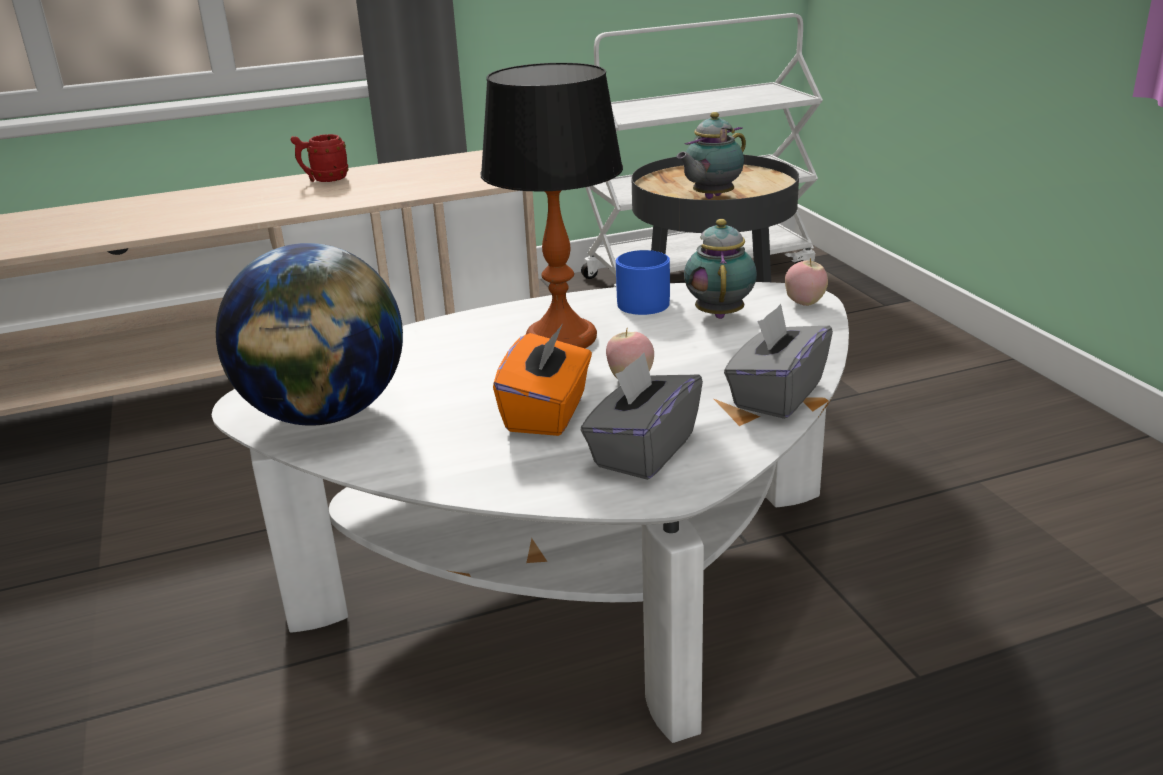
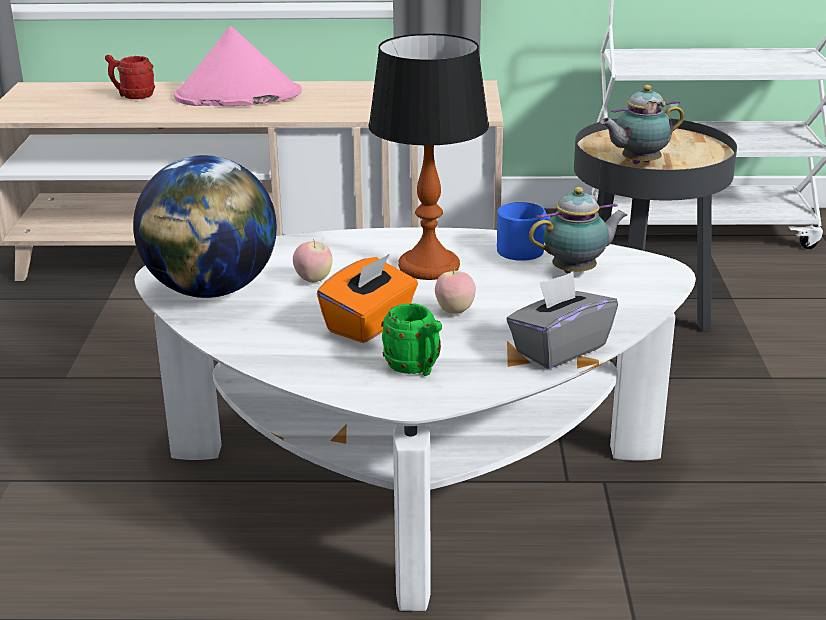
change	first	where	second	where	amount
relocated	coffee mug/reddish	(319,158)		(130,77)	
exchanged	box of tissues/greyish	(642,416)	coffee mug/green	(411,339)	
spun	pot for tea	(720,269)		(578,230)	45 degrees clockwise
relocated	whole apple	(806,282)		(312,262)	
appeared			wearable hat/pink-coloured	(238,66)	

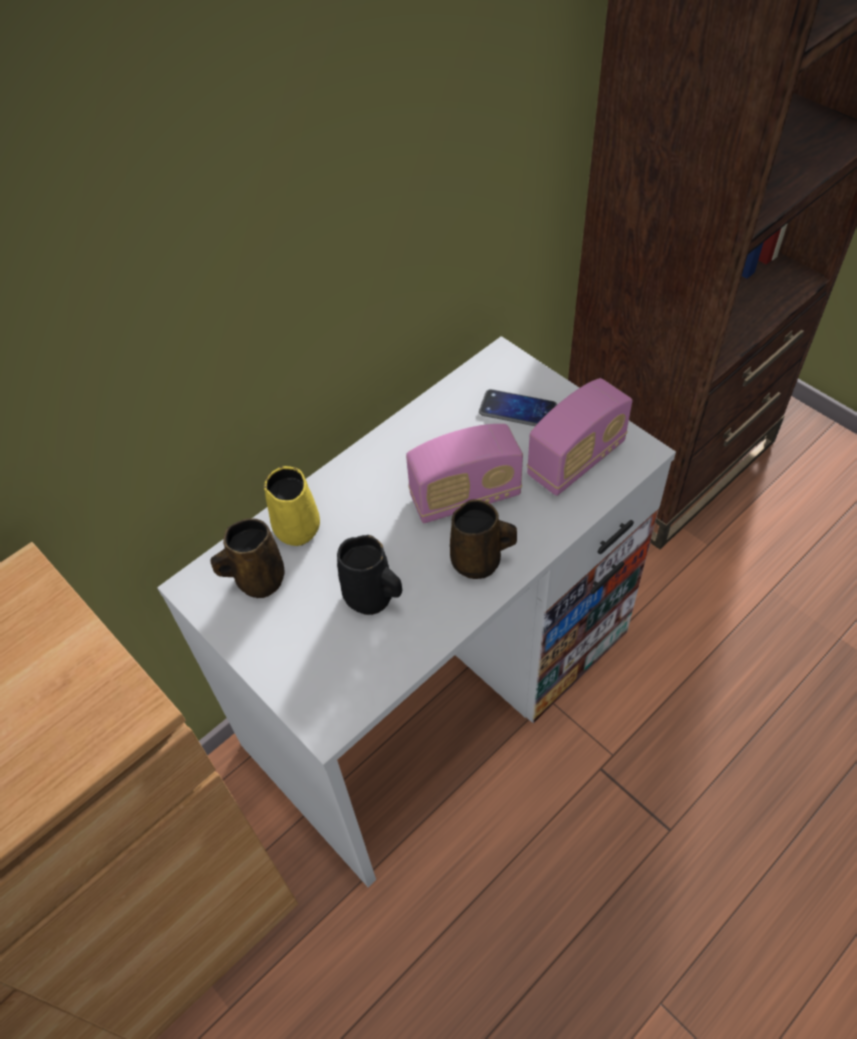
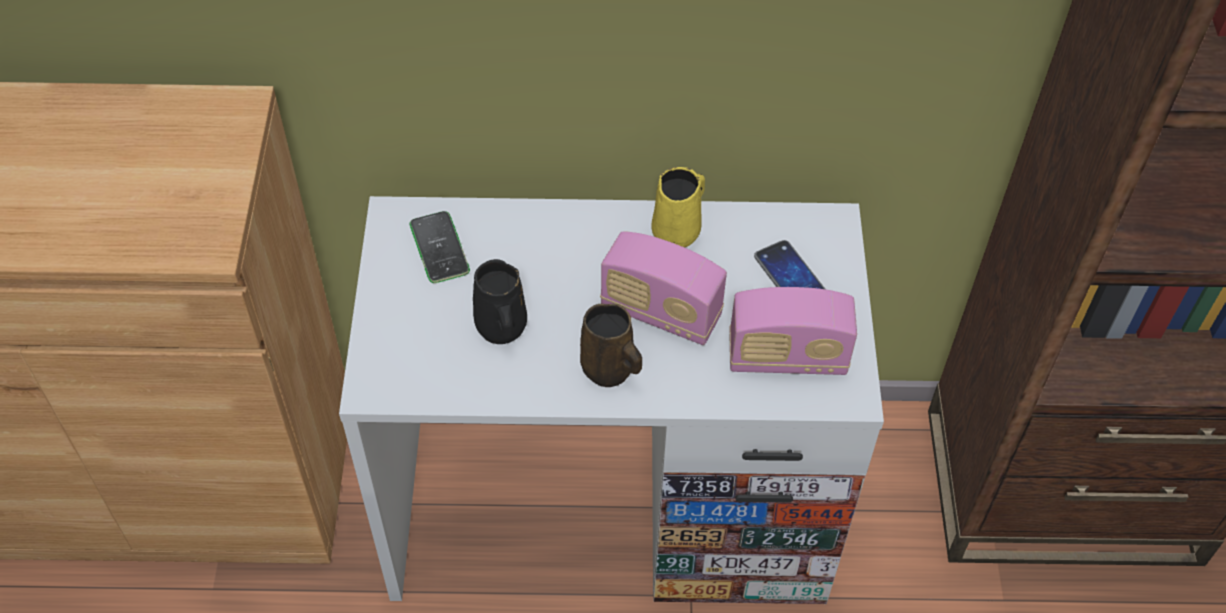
change	first	where	second	where	amount
exchanged	coffee mug/brown	(247,558)	handset	(439,247)	
relocated	coffee mug/yellowish	(292,506)		(678,207)	

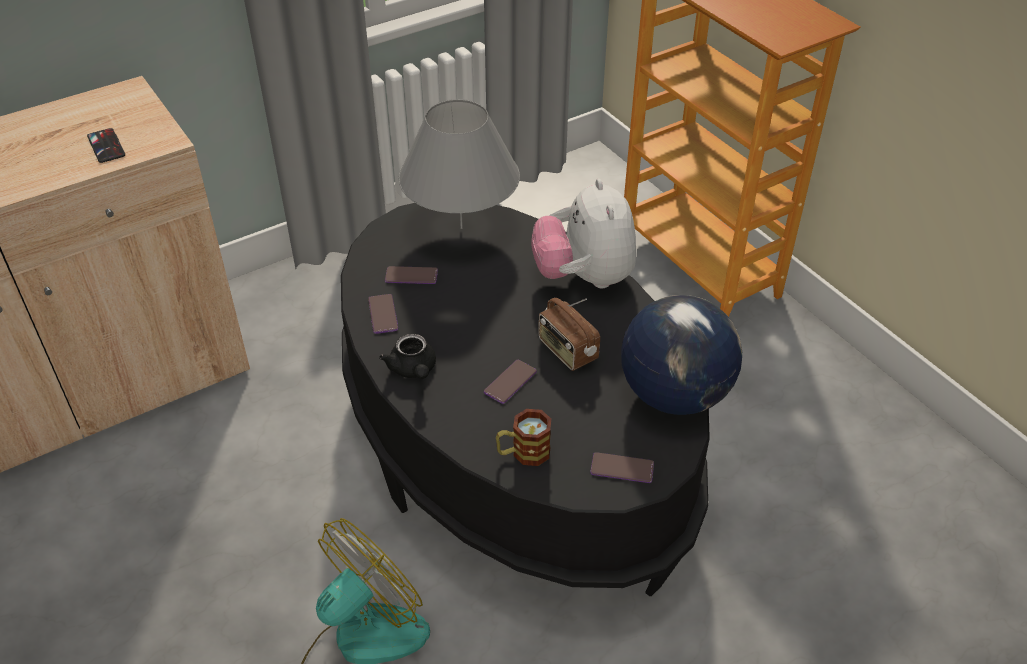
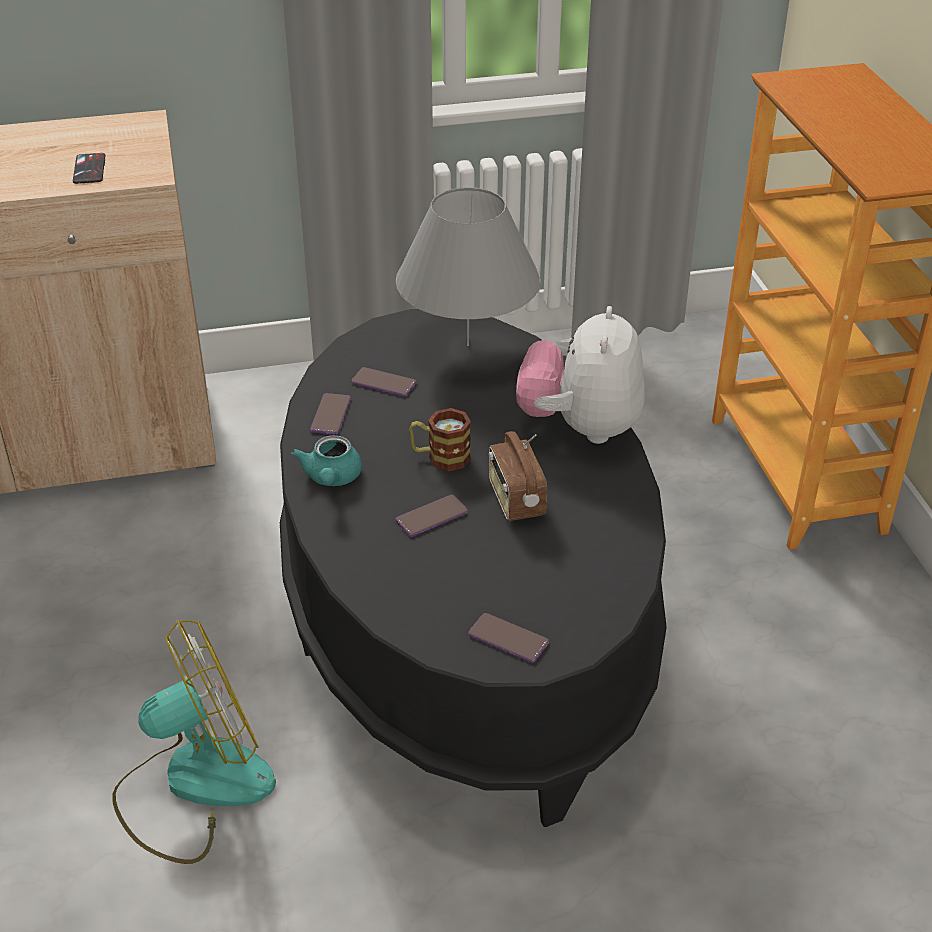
change	first	where	second	where	amount
colour	pot for tea/black-coloured	(407,356)	pot for tea/turquoise-coloured	(327,460)	
relocated	coffee mug	(523,437)		(440,439)	
missing	world globe	(681,355)			

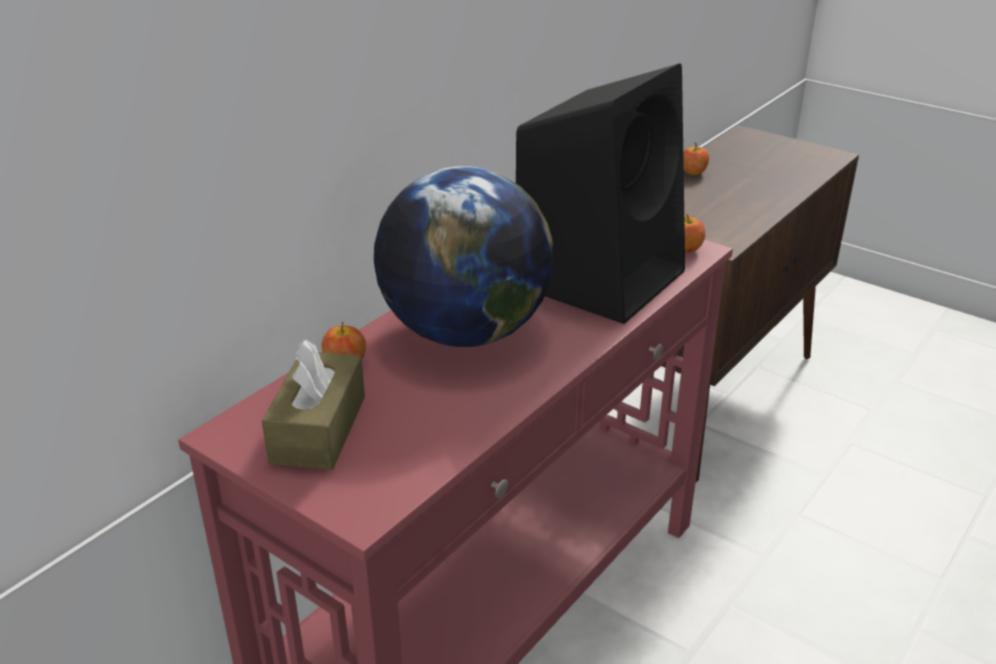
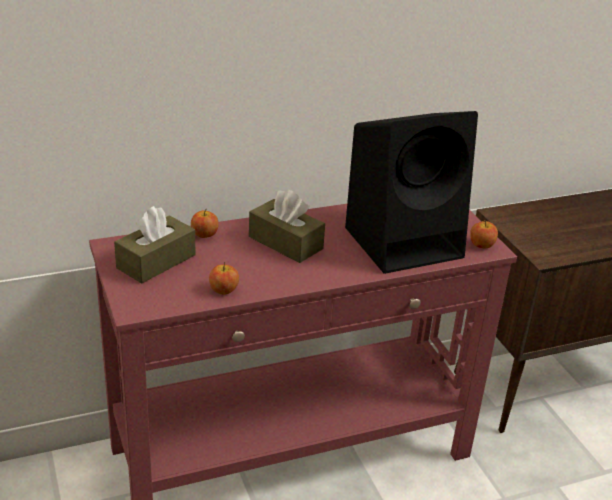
change	first	where	second	where	amount
exchanged	world globe	(464,256)	box of tissues/brown	(287,226)	
relocated	whole apple	(696,158)		(224,278)	

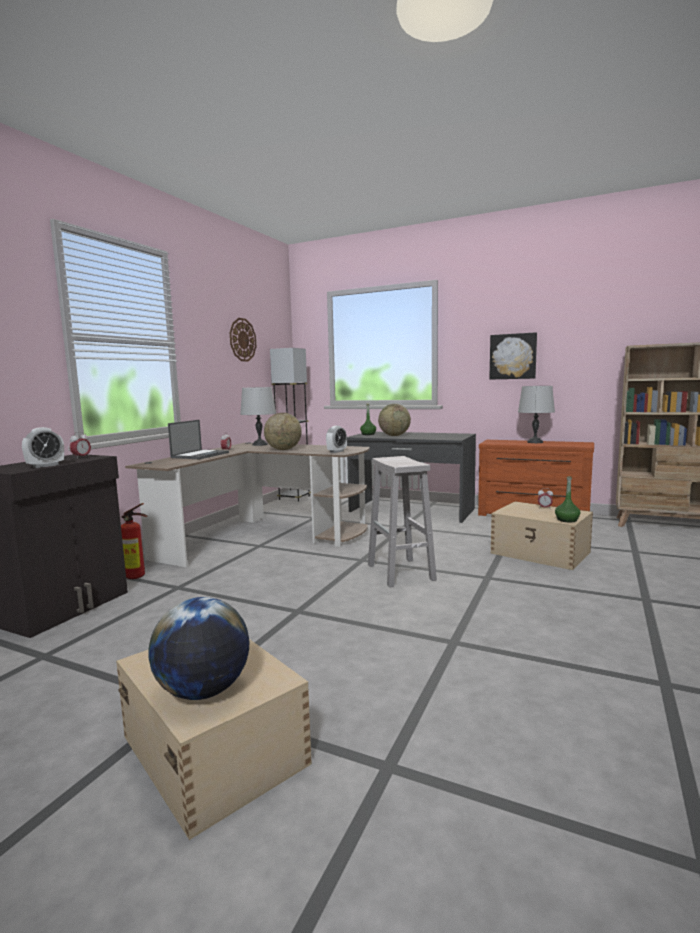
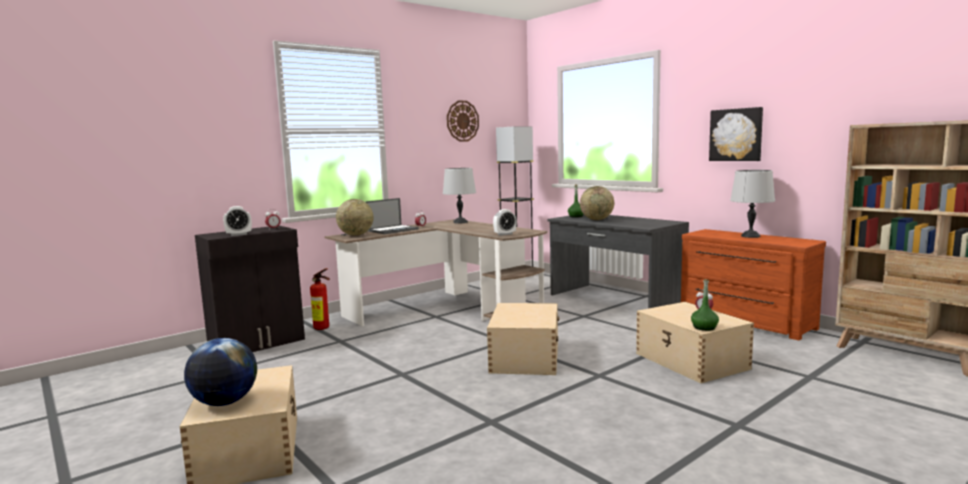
change	first	where	second	where	amount
relocated	world globe	(283,431)		(354,217)	
exchanged	sitting stool/white-coloured	(402,521)	storage container/sand-coloured	(523,339)	

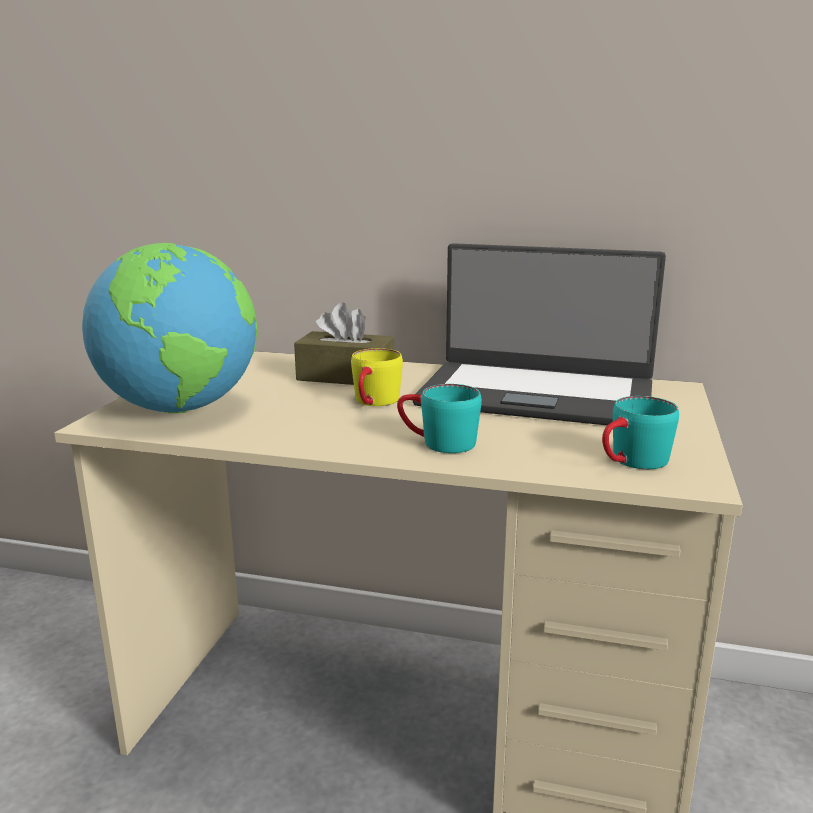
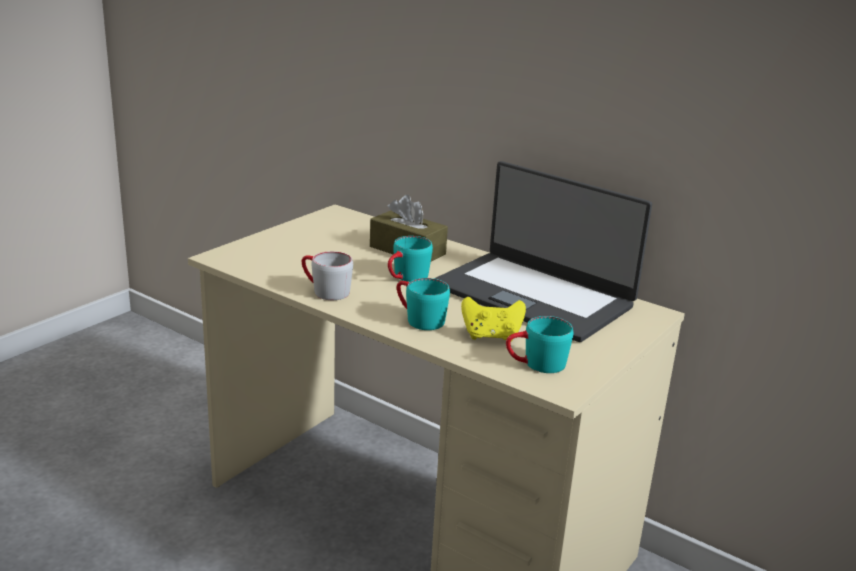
change	first	where	second	where	amount
missing	world globe	(169,328)			
colour	coffee mug/yellowish	(377,377)	coffee mug/turquoise-coloured	(410,259)	
appeared			coffee mug/greyish	(327,275)	
appeared			joypad/yellowish	(493,319)	

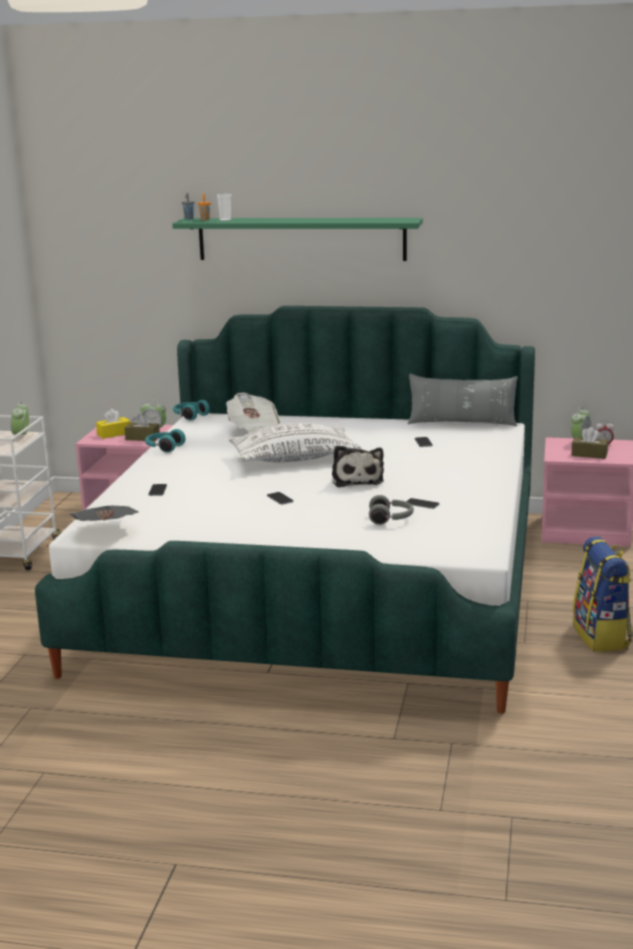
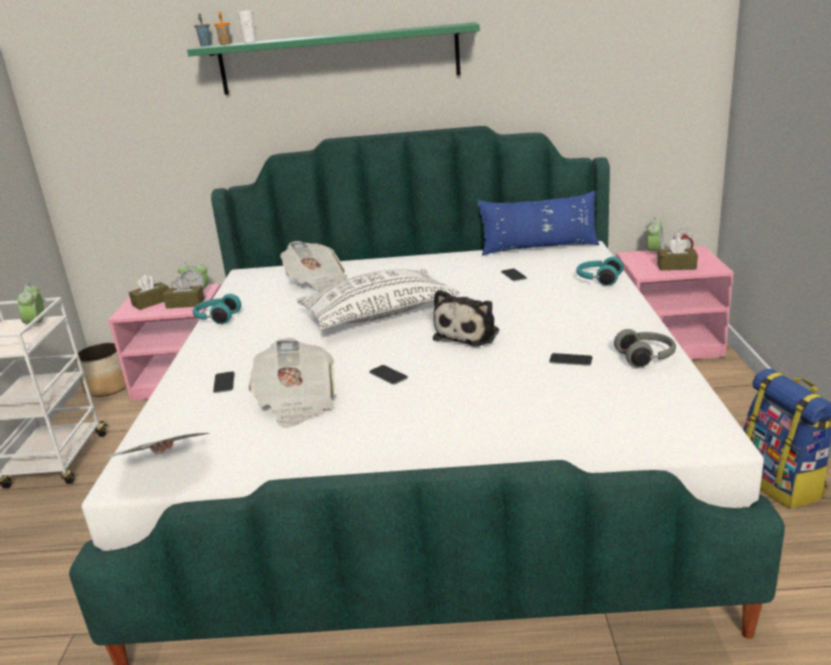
change	first	where	second	where	amount
colour	box of tissues/yellowish	(113,424)	box of tissues/brown	(149,292)	
relocated	headphones/turquoise-coloured	(191,410)		(600,271)	
spun	plush toy	(358,466)		(466,318)	45 degrees clockwise
relocated	headphones/greyish	(391,510)		(645,348)	
colour	throw pillow/greyish	(463,399)	throw pillow/bluish	(538,223)	
appeared			planter	(100,370)	
appeared			newspaper	(291,383)	

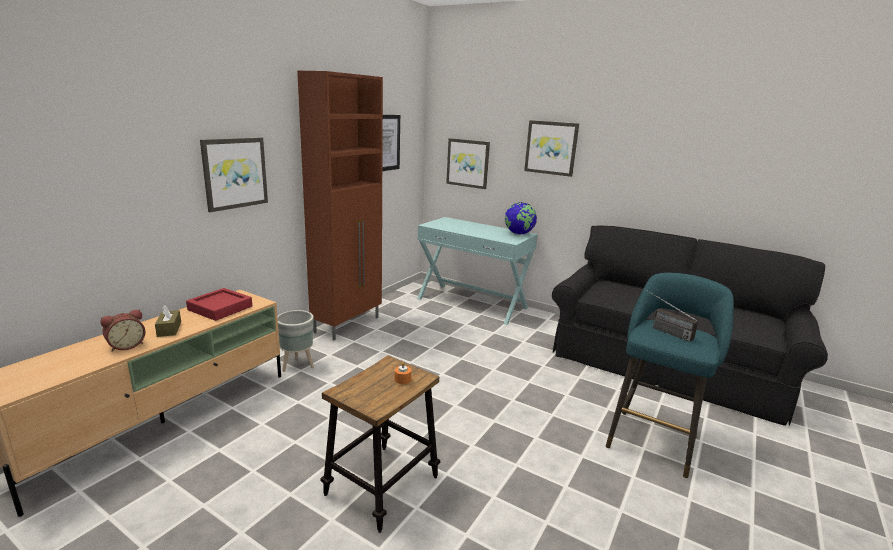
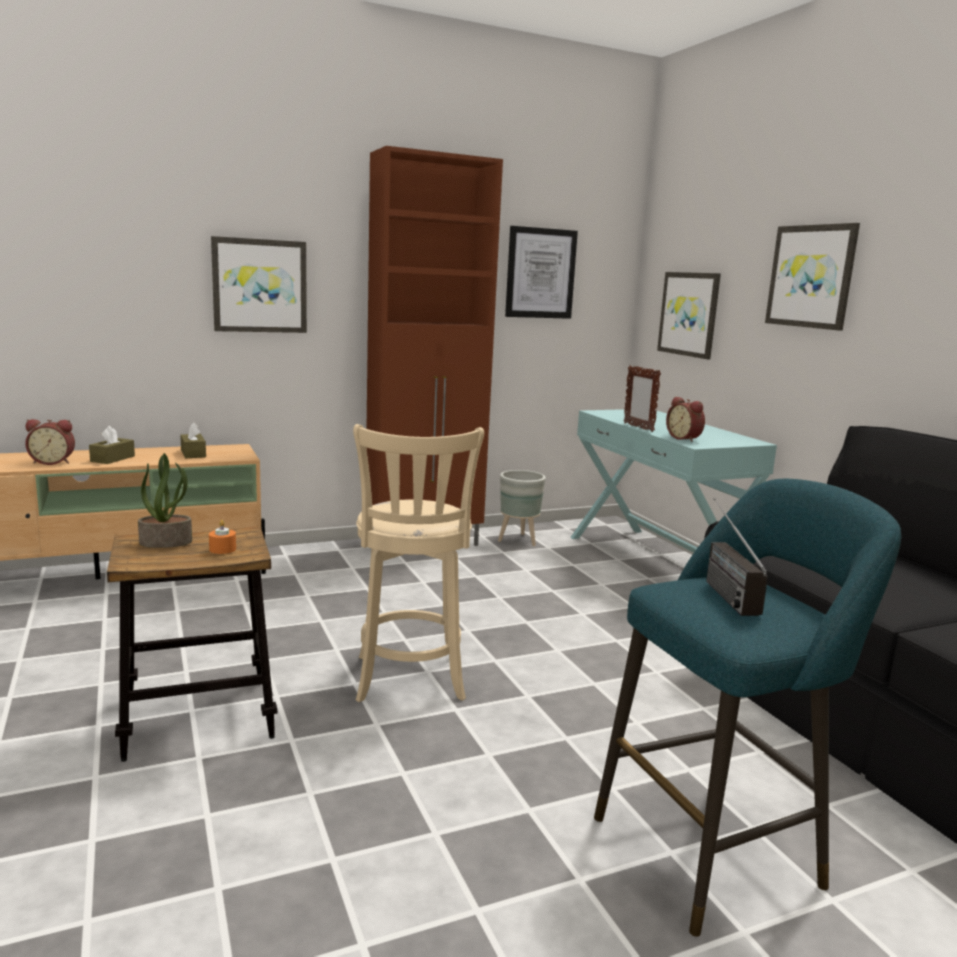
change	first	where	second	where	amount
exchanged	serving tray/reddish	(219,304)	box of tissues/brown	(193,440)	
relocated	planter/greyish	(295,341)		(522,508)	
missing	world globe	(521,218)			
appeared			potted plant	(165,500)	
appeared			sitting stool/sand-coloured	(418,563)	
appeared			standing frame	(642,398)	
appeared			table clock	(685,419)	

